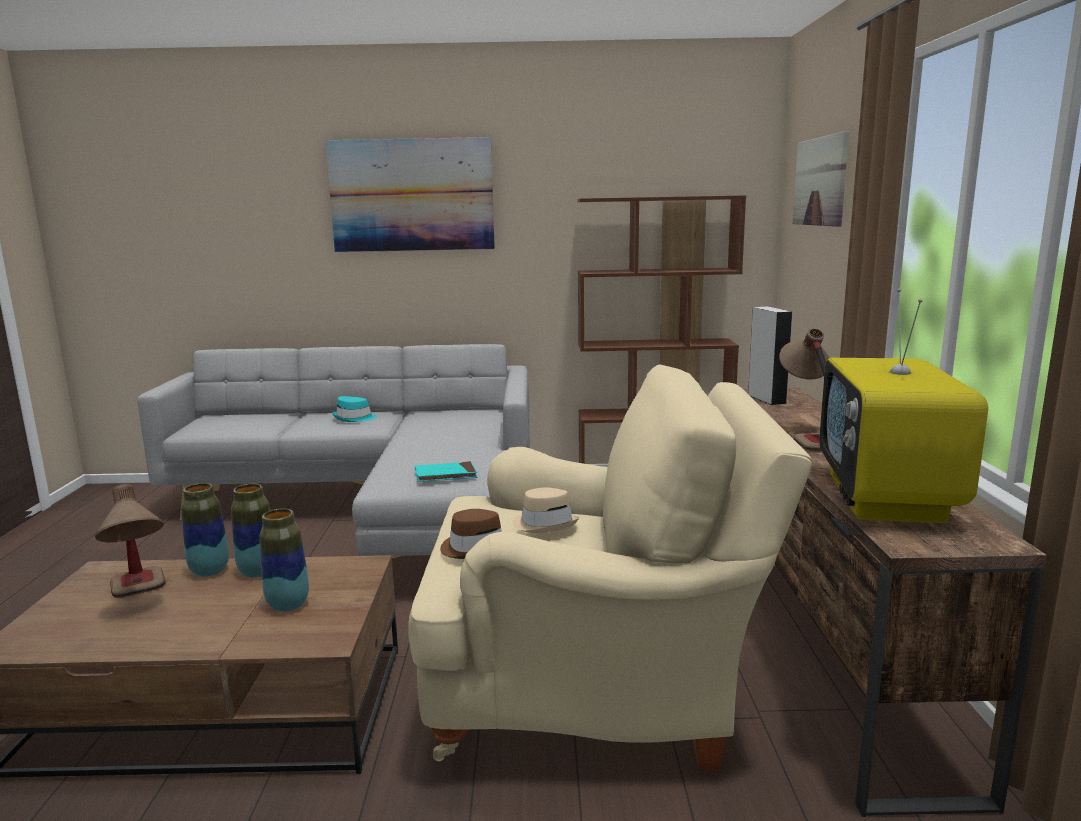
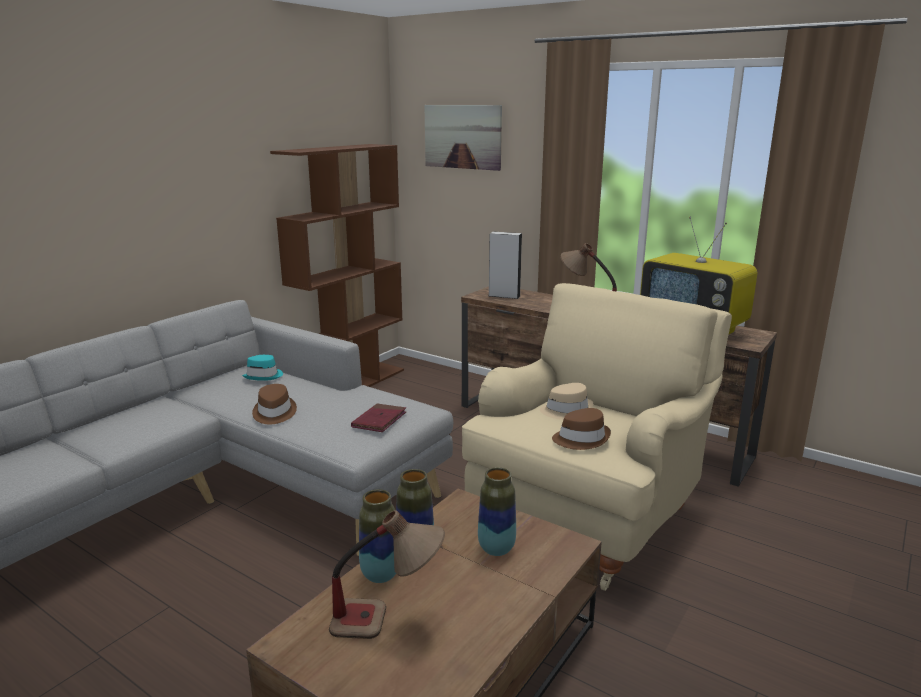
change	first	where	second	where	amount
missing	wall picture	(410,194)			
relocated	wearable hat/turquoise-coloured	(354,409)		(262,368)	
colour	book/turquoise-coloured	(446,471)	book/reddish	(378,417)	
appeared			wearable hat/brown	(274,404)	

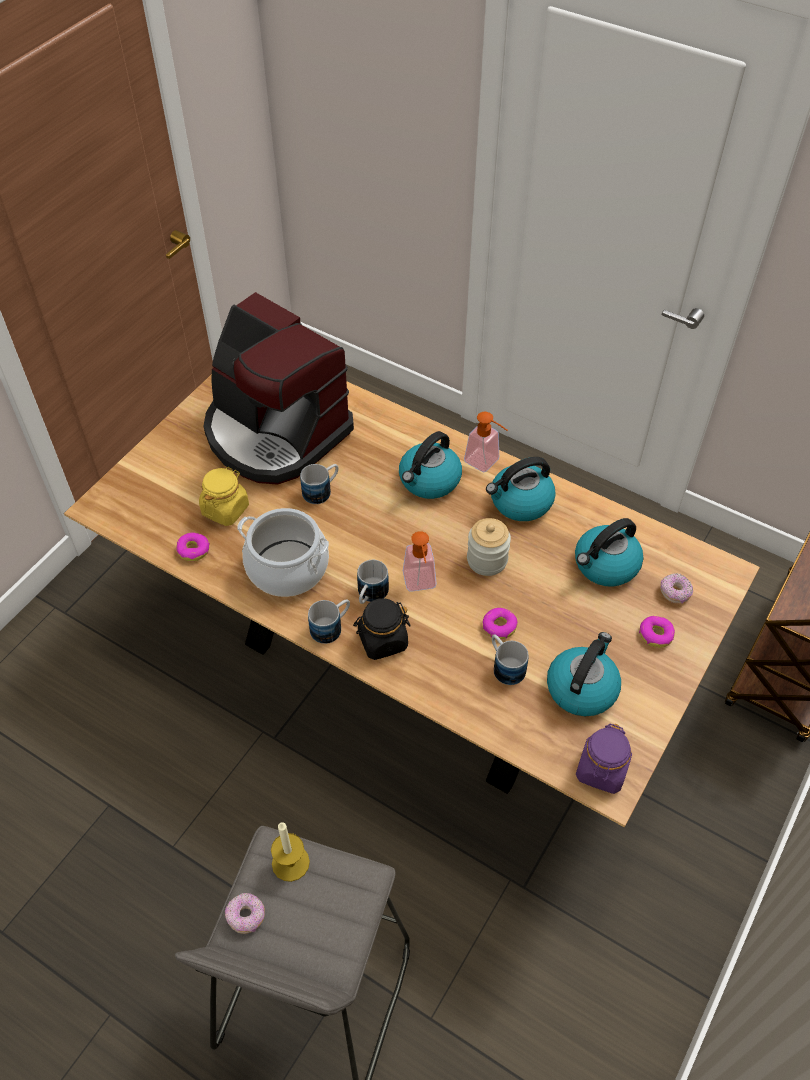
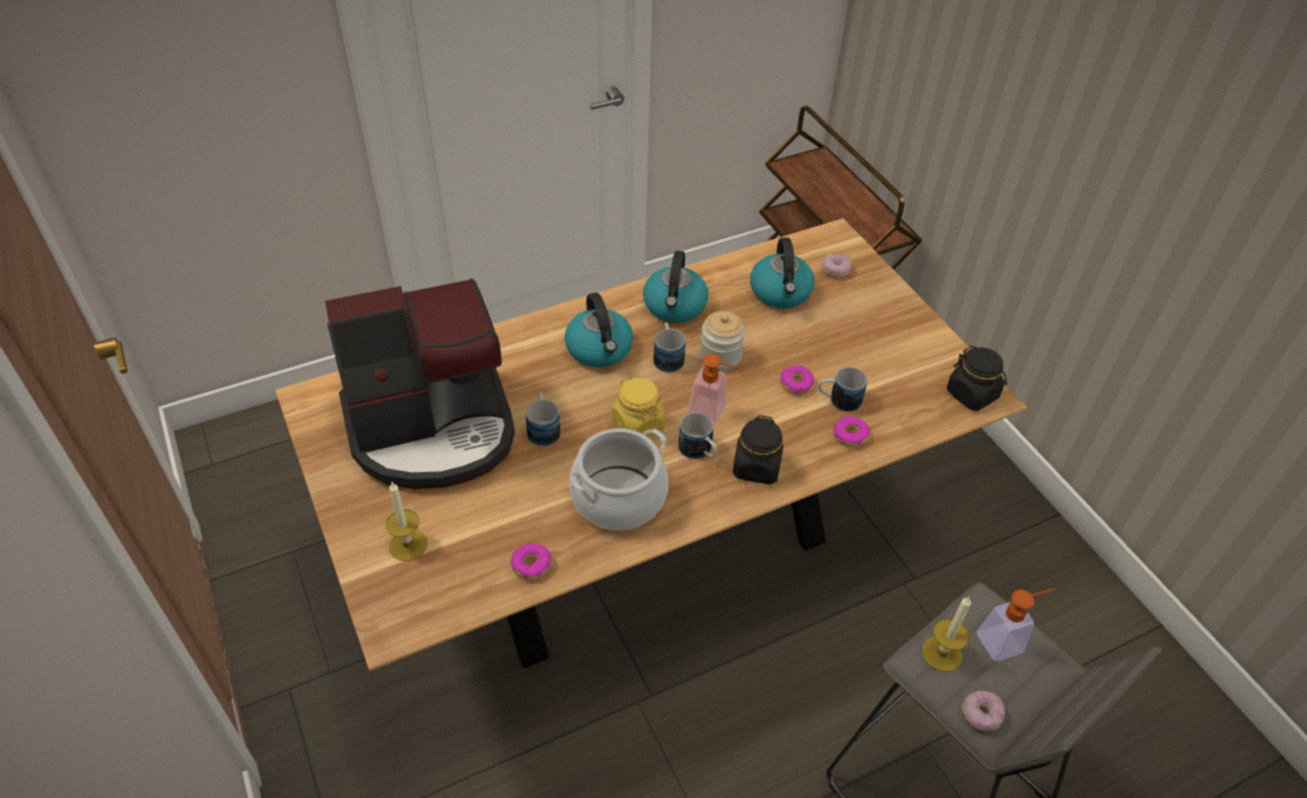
change	first	where	second	where	amount
relocated	jar/yellowish	(224,496)		(639,407)	
relocated	coffee mug	(329,621)		(669,348)	
relocated	liquid soap bottle	(486,442)		(1015,625)	
missing	kettle	(584,674)			
colour	jar/purplish	(604,759)	jar/black-coloured	(977,378)	
relocated	donut	(657,632)		(851,431)	
appeared			wax light	(407,521)	

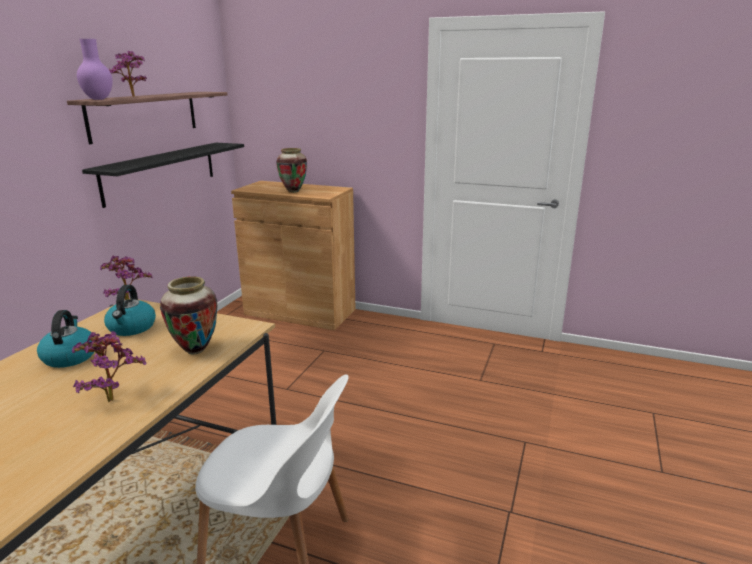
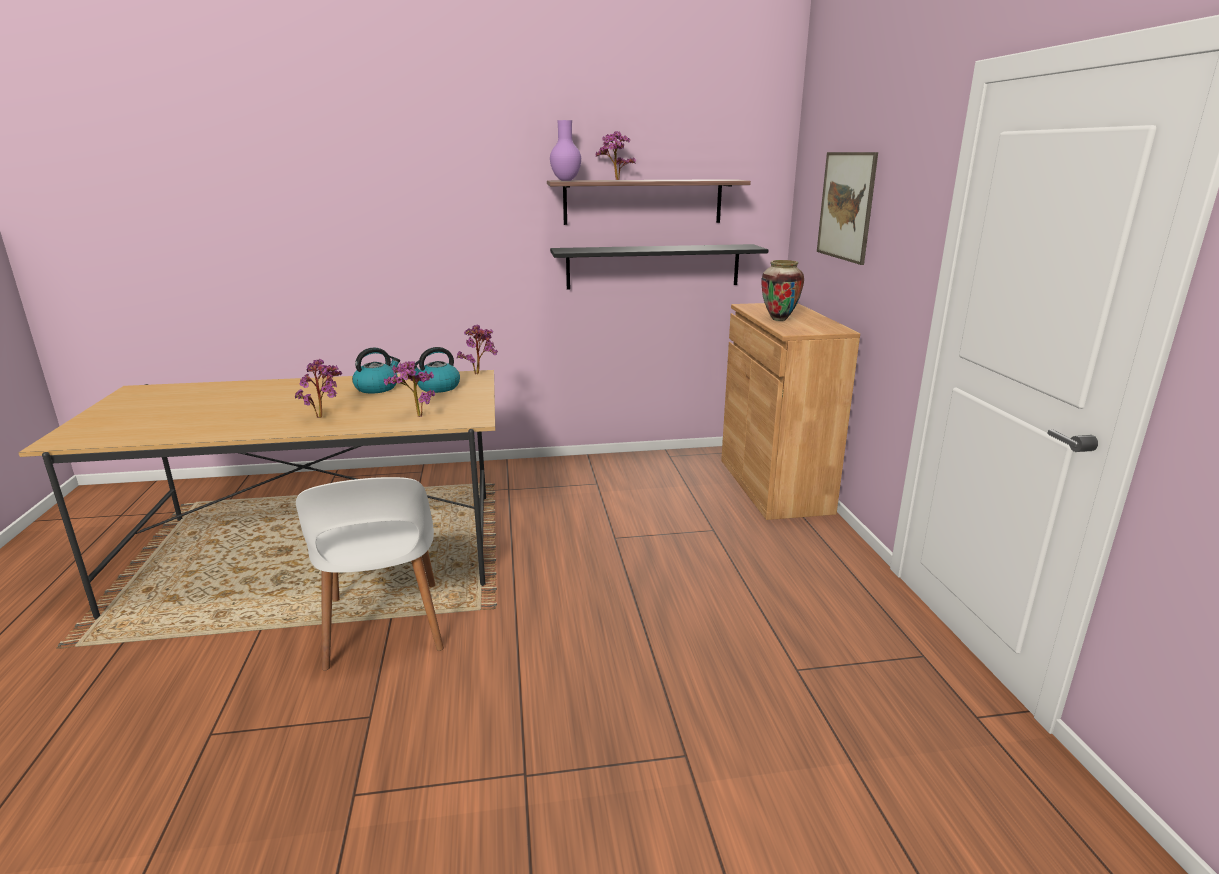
change	first	where	second	where	amount
exchanged	flower vase	(188,315)	potted plant	(409,389)	
appeared			wall picture	(847,208)	

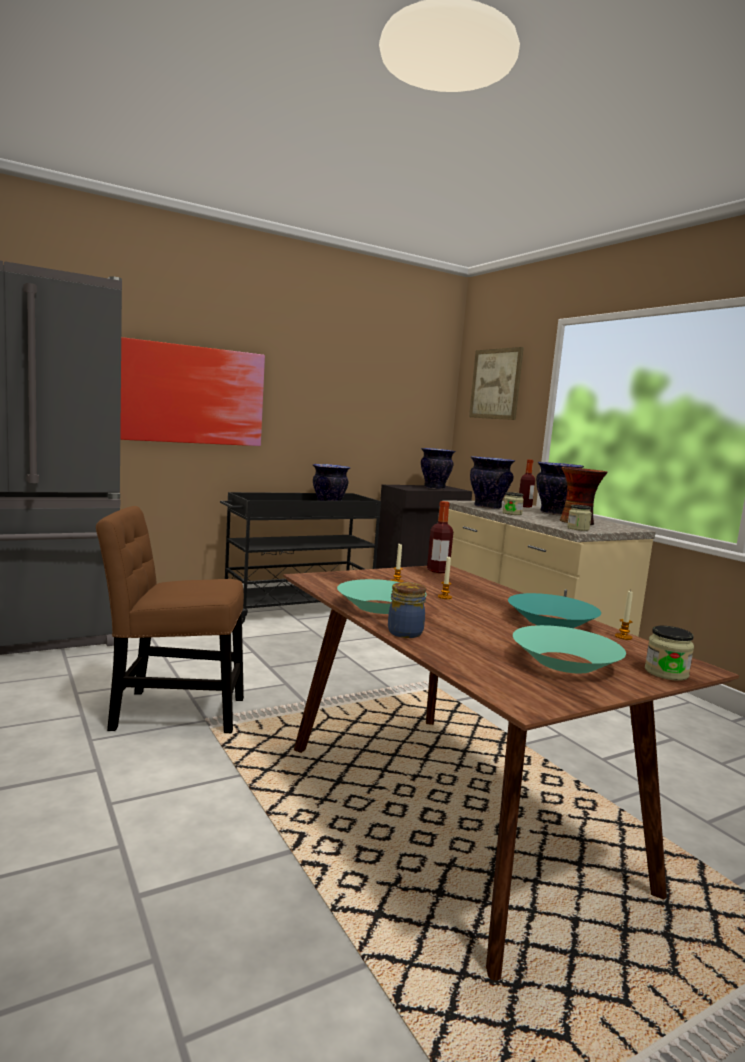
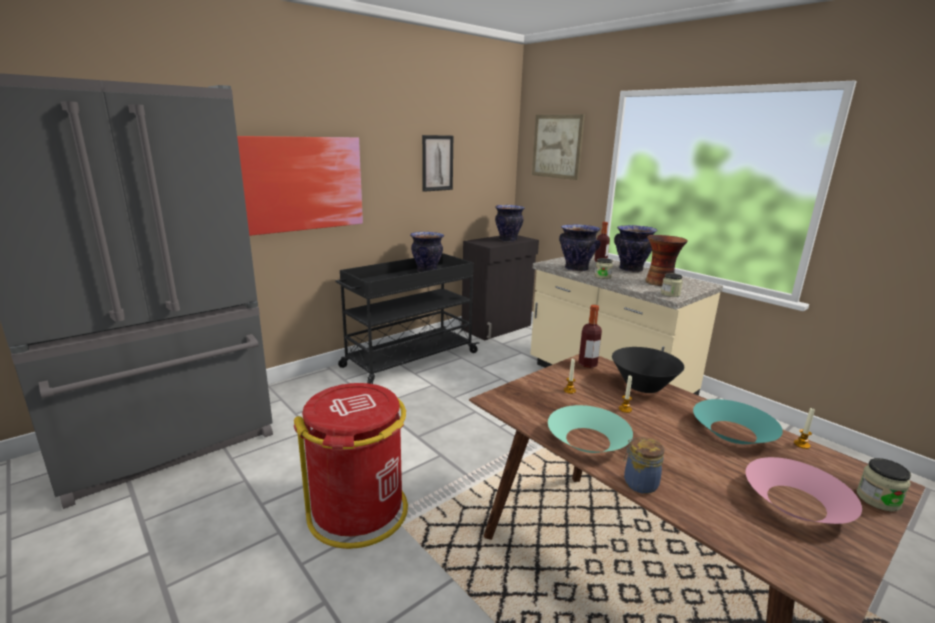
change	first	where	second	where	amount
exchanged	chair/brown	(170,619)	trash can/reddish	(351,466)	
colour	serving bowl/turquoise-coloured	(569,649)	serving bowl/pink-coloured	(804,490)	
appeared			wall picture	(437,163)	
appeared			serving bowl/black-coloured	(648,370)	

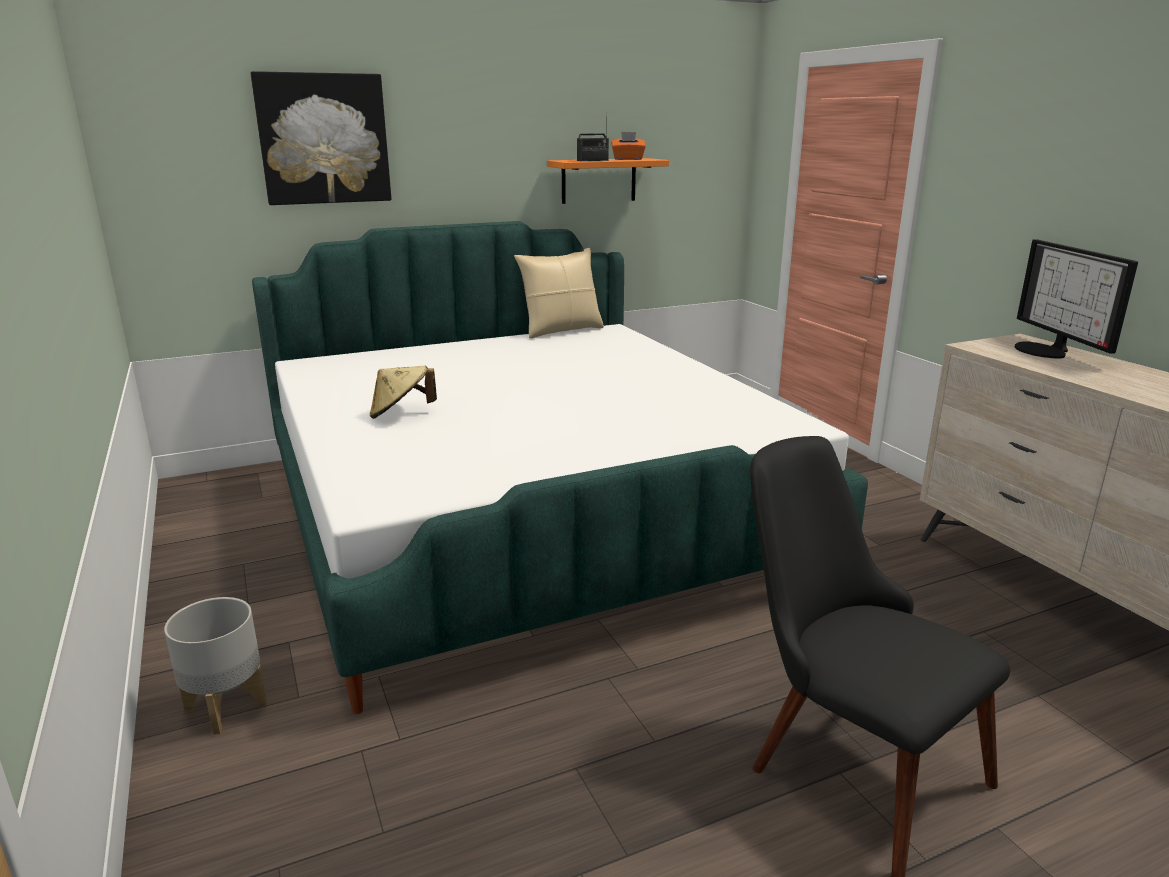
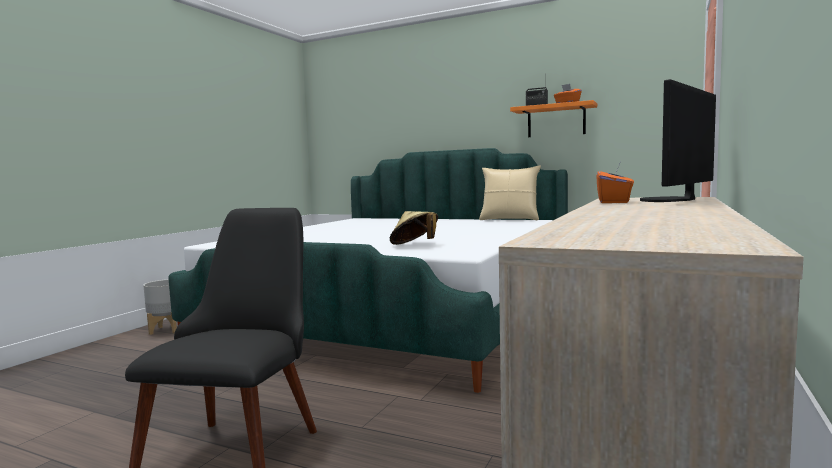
change	first	where	second	where	amount
missing	wall picture	(321,138)			
relocated	wearable hat/sand-coloured	(403,392)		(414,228)	
appeared			box of tissues/orange-coloured	(615,182)	

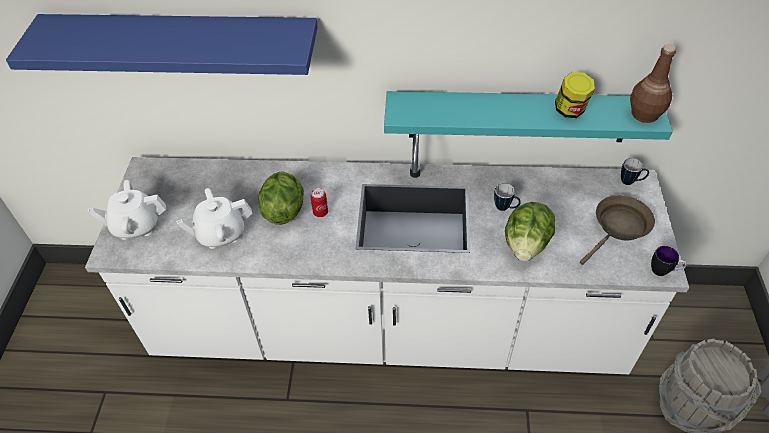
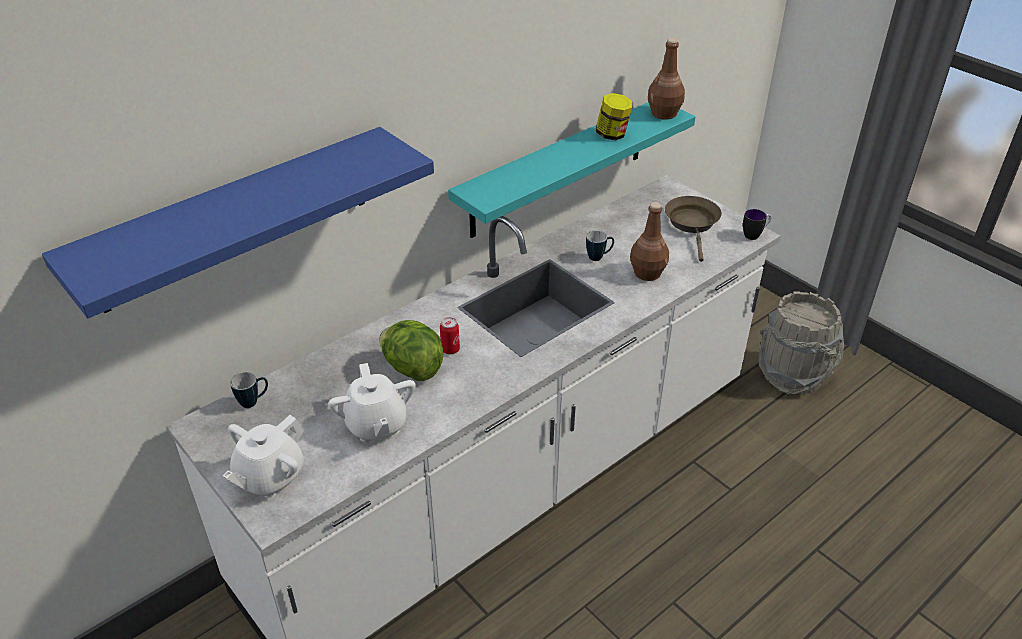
change	first	where	second	where	amount
spun	pot for tea/white-coloured	(214,218)		(372,402)	45 degrees counterclockwise
exchanged	lettuce	(530,231)	drink bottle/brown	(649,241)	
relocated	coffee mug	(635,171)		(249,390)	

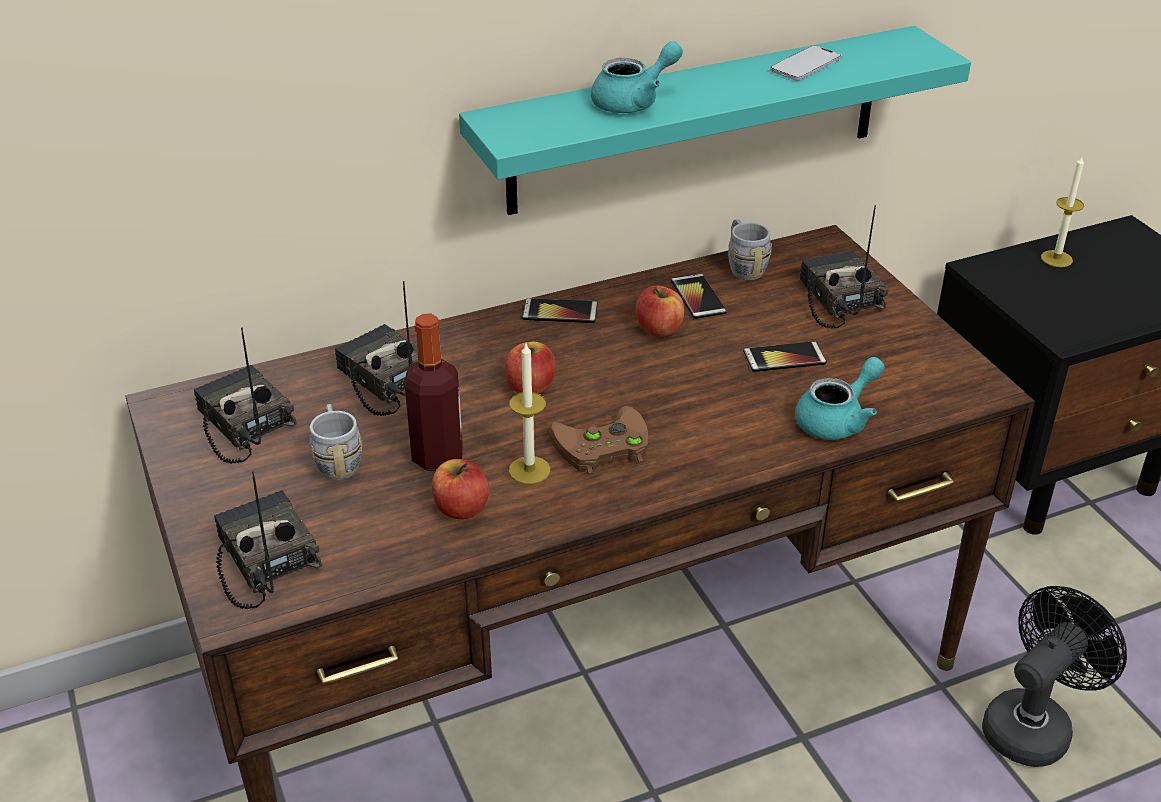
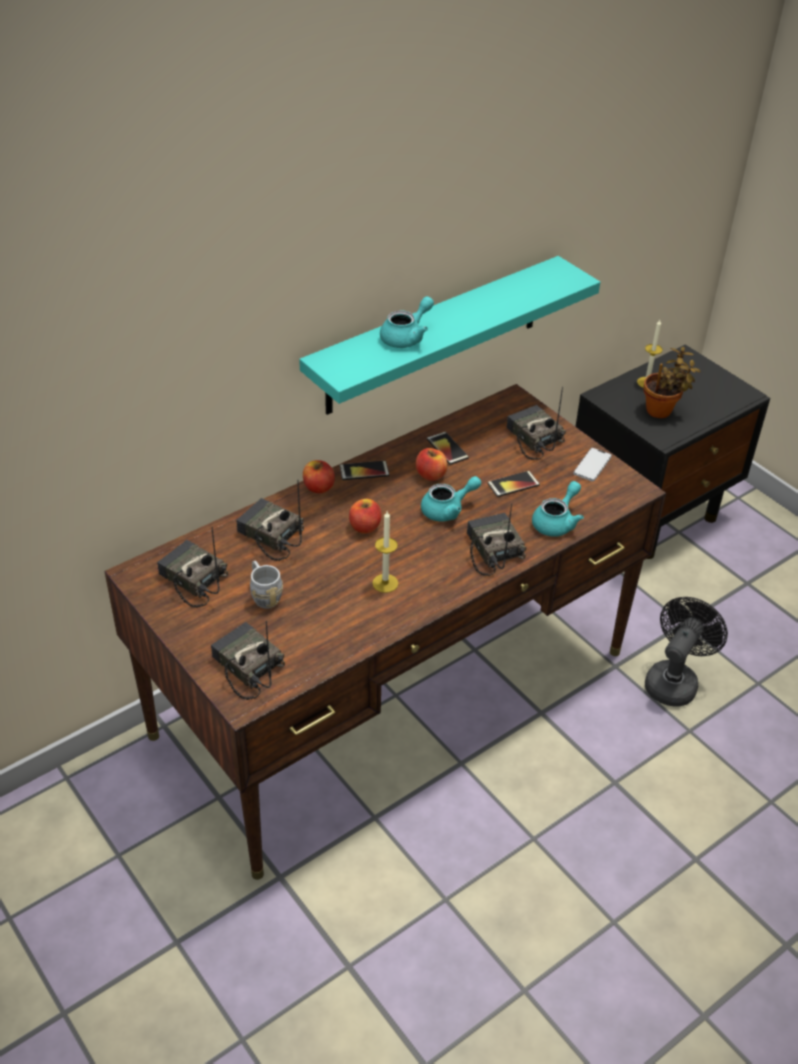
change	first	where	second	where	amount
missing	drink bottle	(434,392)			
relocated	whole apple	(460,489)		(319,476)	
missing	joypad/brown	(598,440)			
missing	coffee mug/greyish	(750,249)			
relocated	handset	(806,63)		(592,464)	
appeared			pot for tea/turquoise-coloured	(451,499)	
appeared			radio receiver	(497,540)	
appeared			potted plant	(672,382)	

